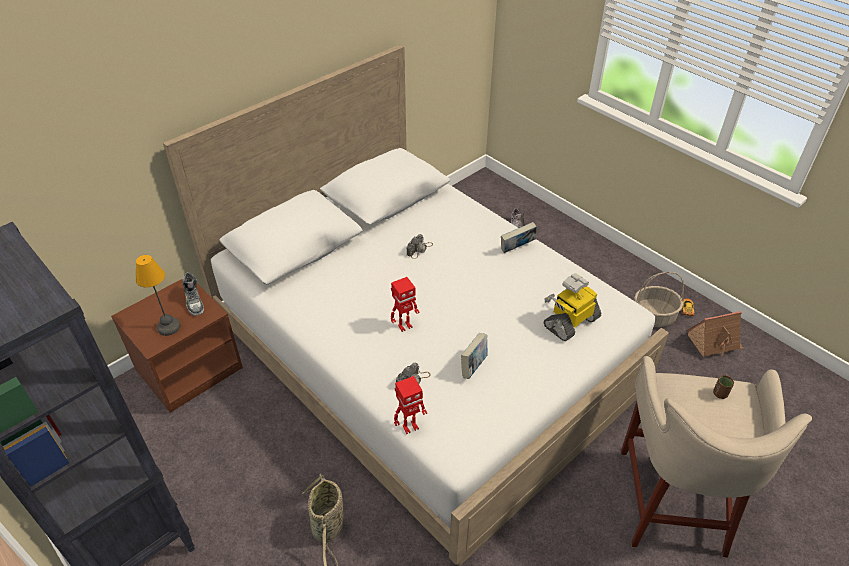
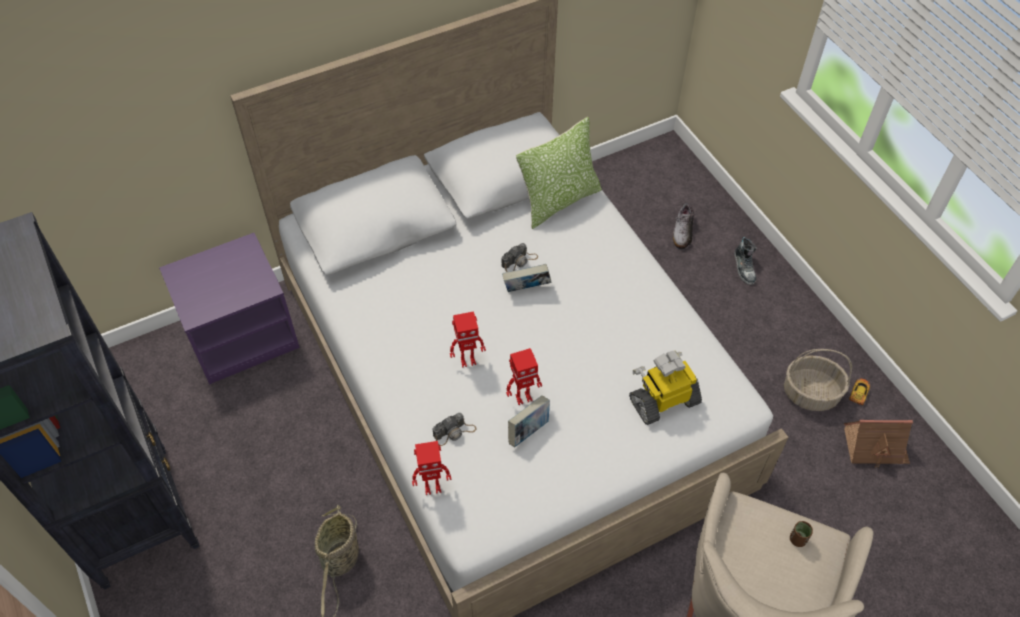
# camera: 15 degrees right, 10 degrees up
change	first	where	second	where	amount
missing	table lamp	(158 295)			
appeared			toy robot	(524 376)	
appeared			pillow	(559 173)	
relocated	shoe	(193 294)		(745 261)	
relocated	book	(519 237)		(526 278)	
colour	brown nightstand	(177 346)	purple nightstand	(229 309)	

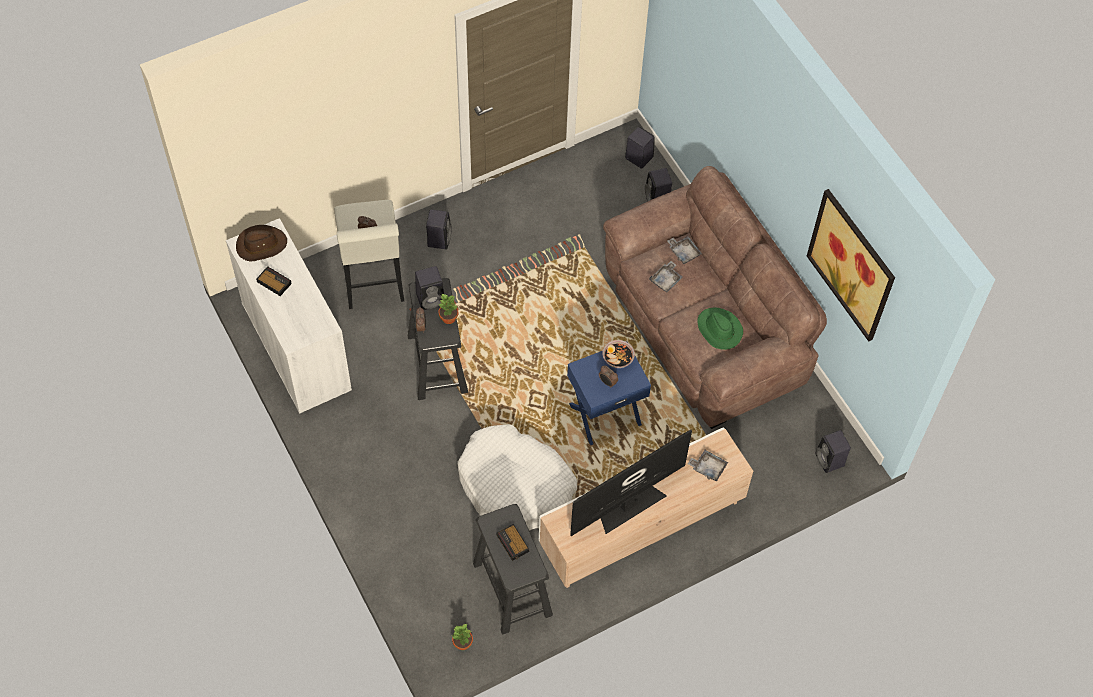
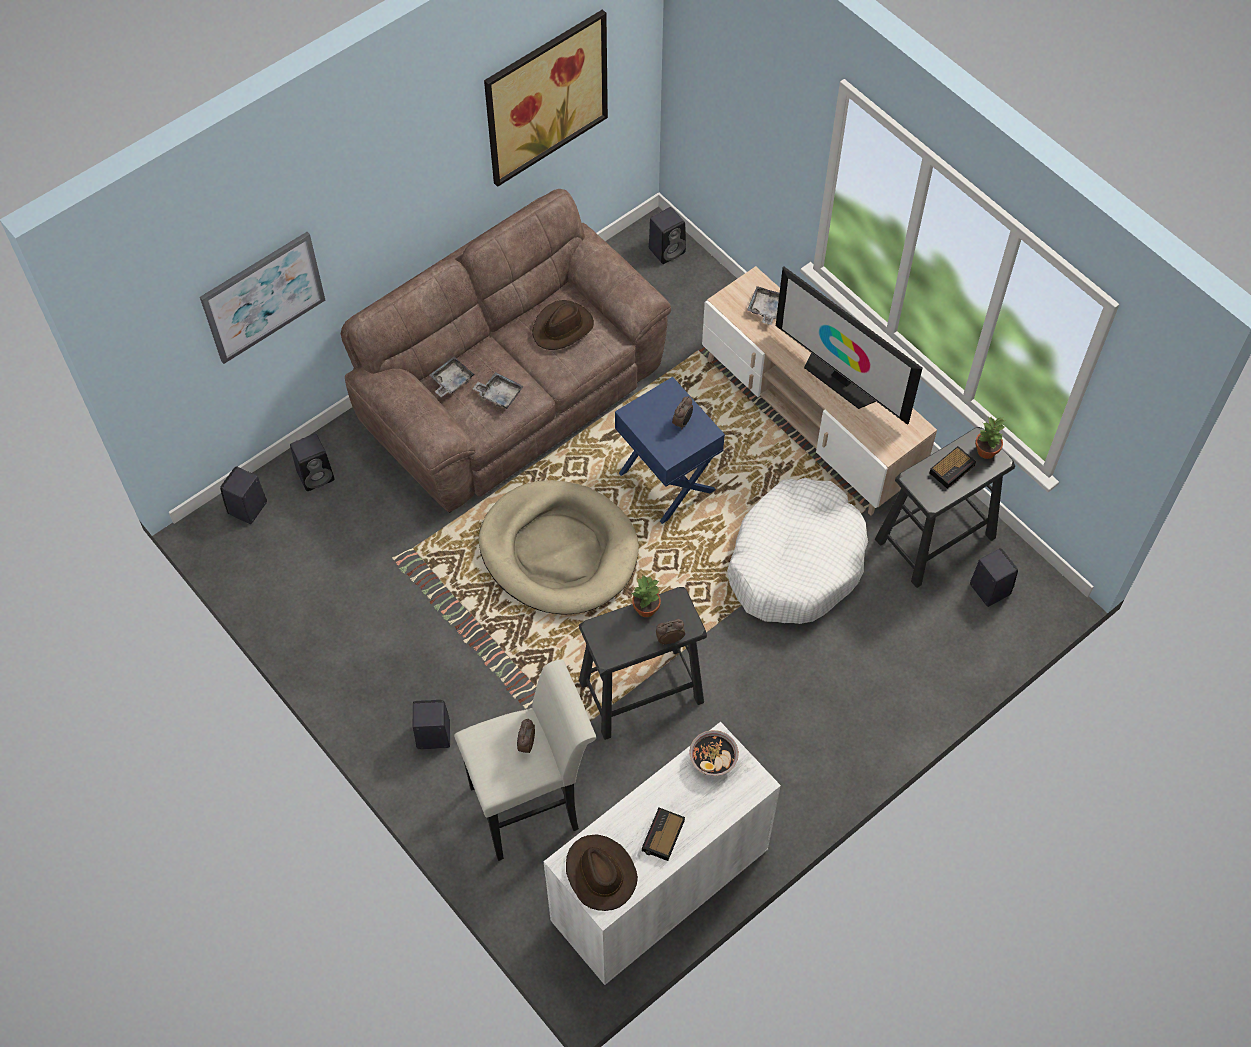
# camera: 100 degrees left, 0 degrees up
change	first	where	second	where	amount
appeared			picture	(262 298)	
appeared			beige dog bed	(559 547)	
relocated	black speaker	(429 288)		(994 577)	
relocated	potted plant	(462 636)		(989 438)	
relocated	bowl	(619 354)		(714 753)	
colour	green hat	(720 328)	brown hat	(563 325)	

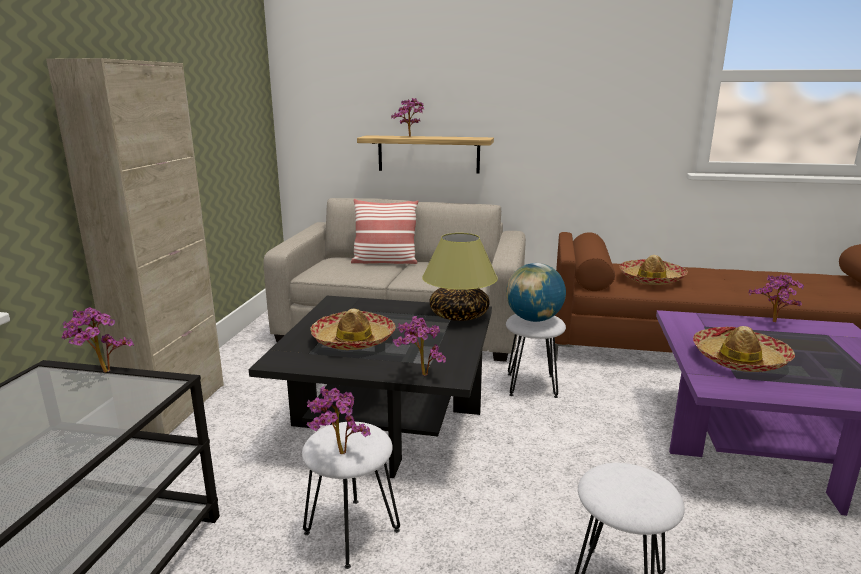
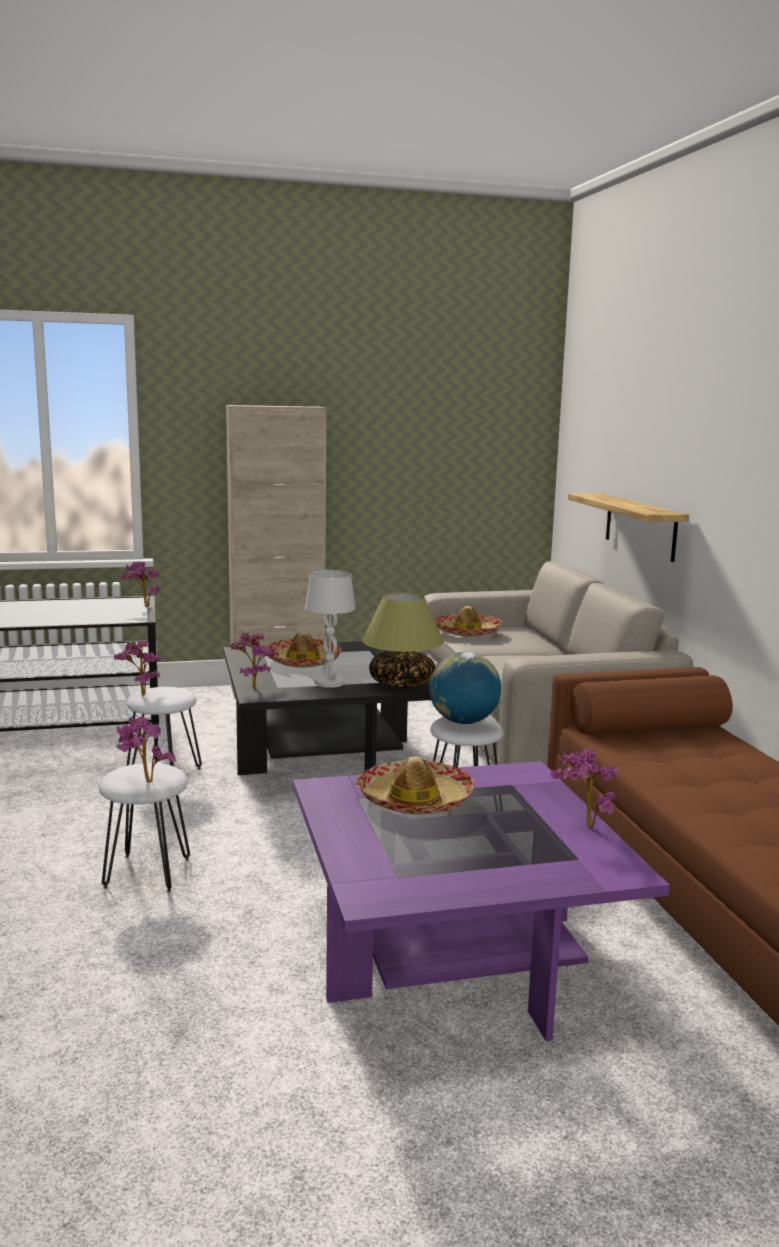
# camera: 65 degrees right, 5 degrees down
change	first	where	second	where	amount
missing	pillow	(384 231)			
appeared			white table lamp	(330 629)	
relocated	potted plant	(407 117)		(146 750)	
relocated	hat	(654 270)		(468 621)	

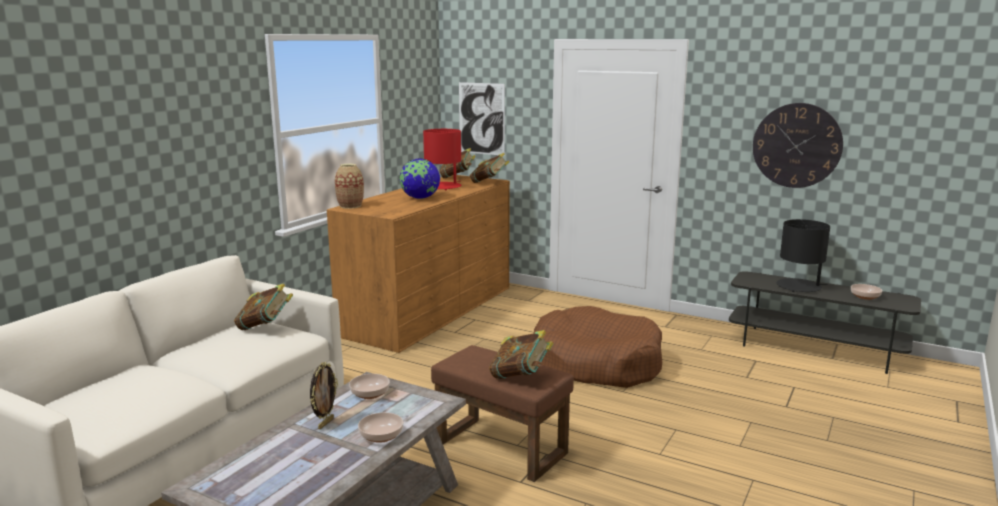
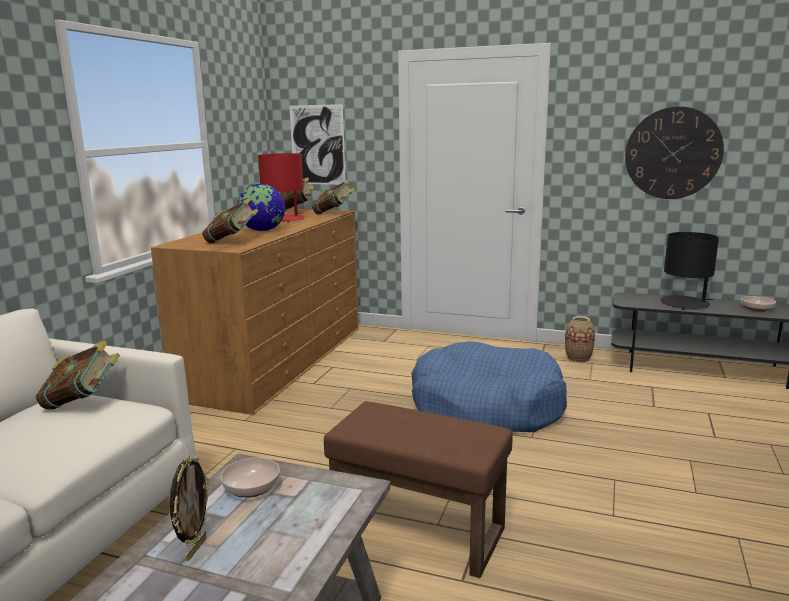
# camera: 10 degrees left, 0 degrees up
change	first	where	second	where	amount
missing	bowl	(380 427)			
relocated	vase	(349 186)		(580 339)	
relocated	book	(521 354)		(230 221)	
colour	brown dog bed	(598 347)	blue dog bed	(489 386)	

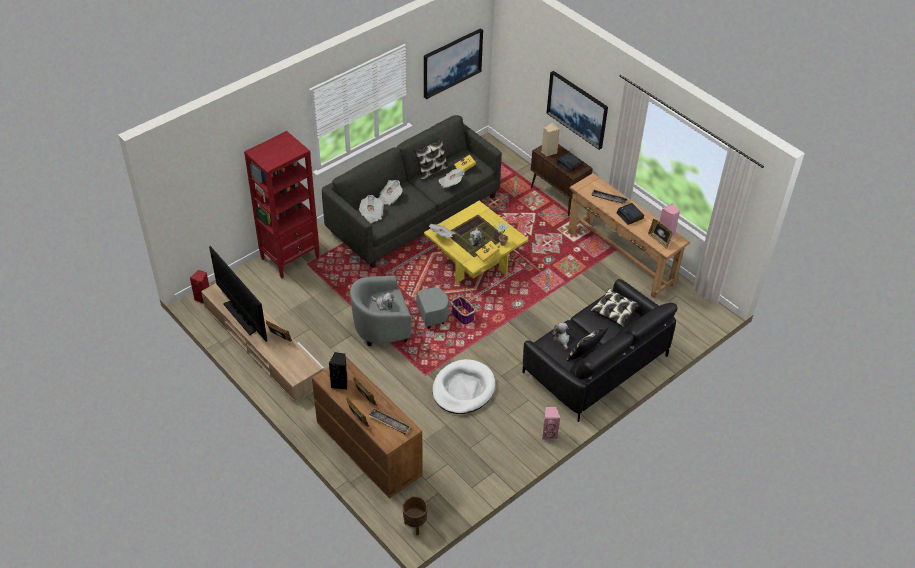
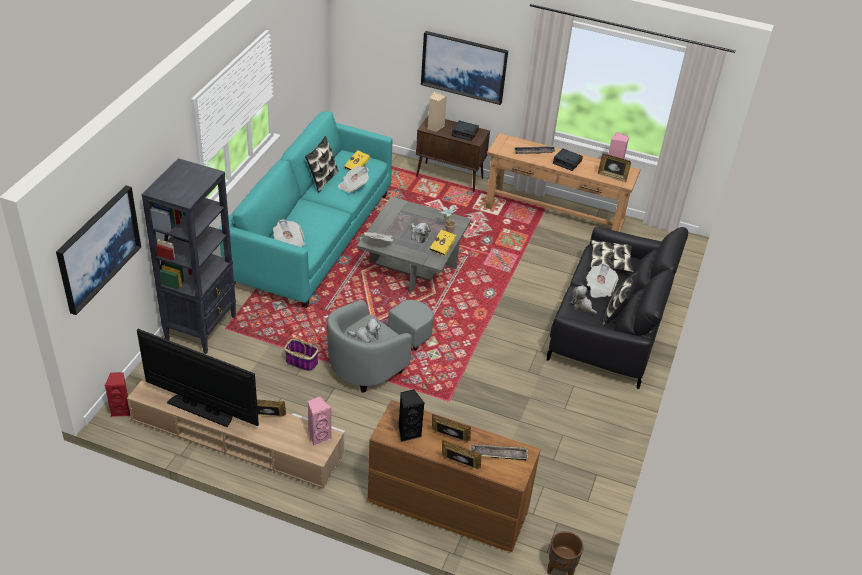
# camera: 30 degrees left, 5 degrees down
change	first	where	second	where	amount
missing	white dog bed	(463 386)			
relocated	newspaper	(391 192)		(602 281)	
relocated	picture	(453 63)		(98 250)	
relocated	basket	(463 306)		(301 348)	
relocated	pink speaker	(551 423)		(320 421)	
colour	red bookcase	(282 204)	black bookcase	(188 256)	
colour	grey sofa	(412 191)	turquoise sofa	(305 209)	
colour	yellow coffee table	(476 242)	grey coffee table	(414 245)	

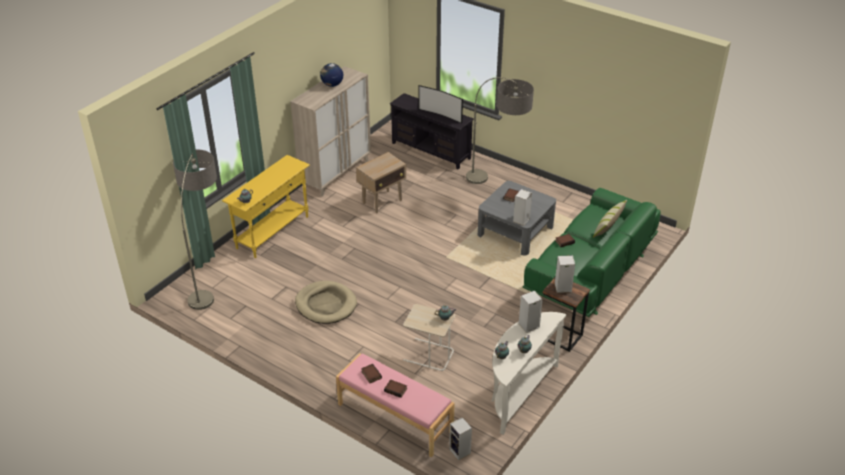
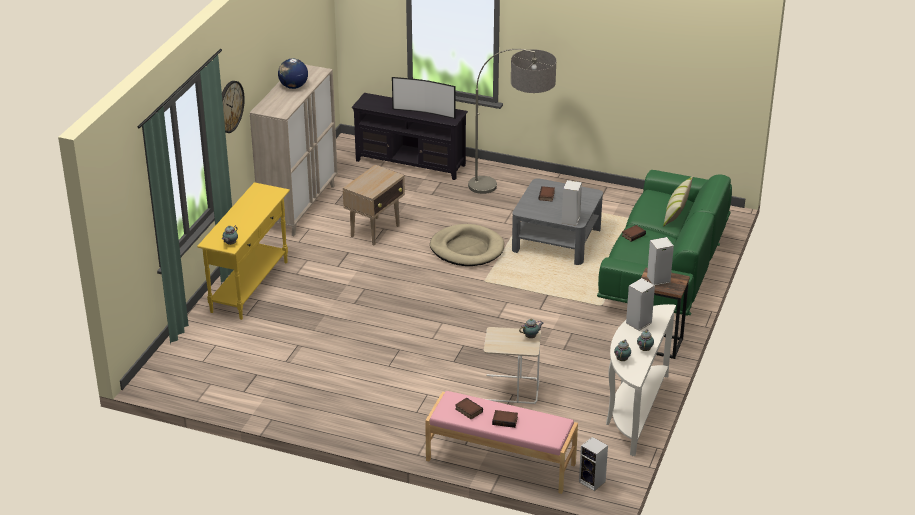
# camera: 15 degrees left, 5 degrees down
change	first	where	second	where	amount
missing	floor lamp	(195 230)			
appeared			wall clock	(233 107)	
relocated	beige dog bed	(326 302)		(467 245)	

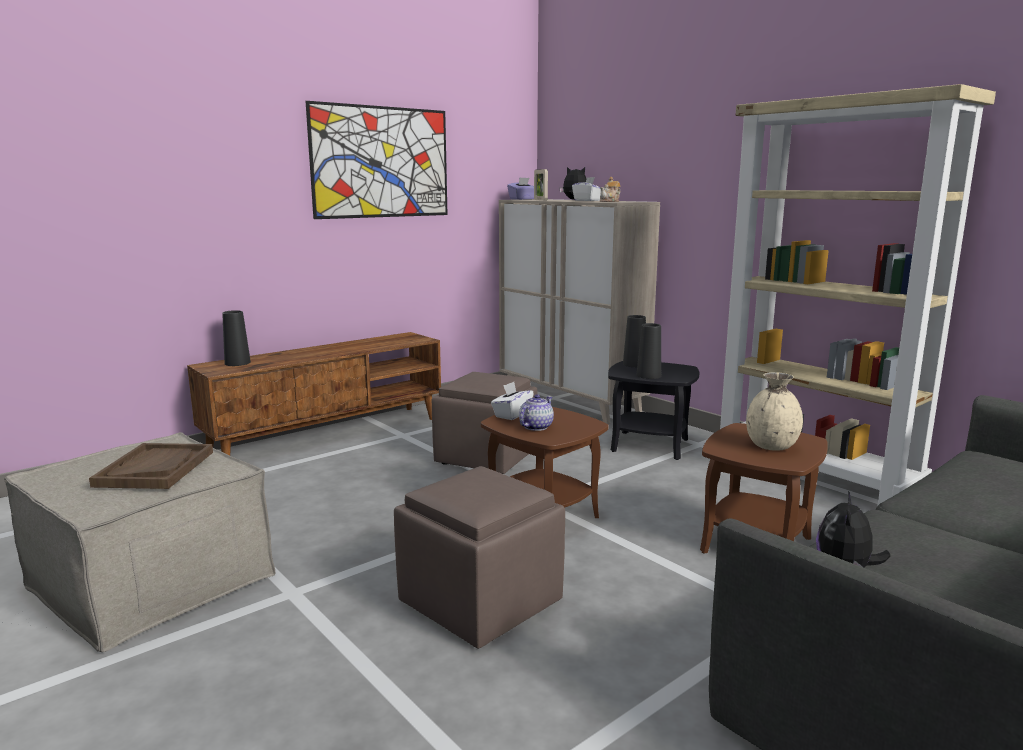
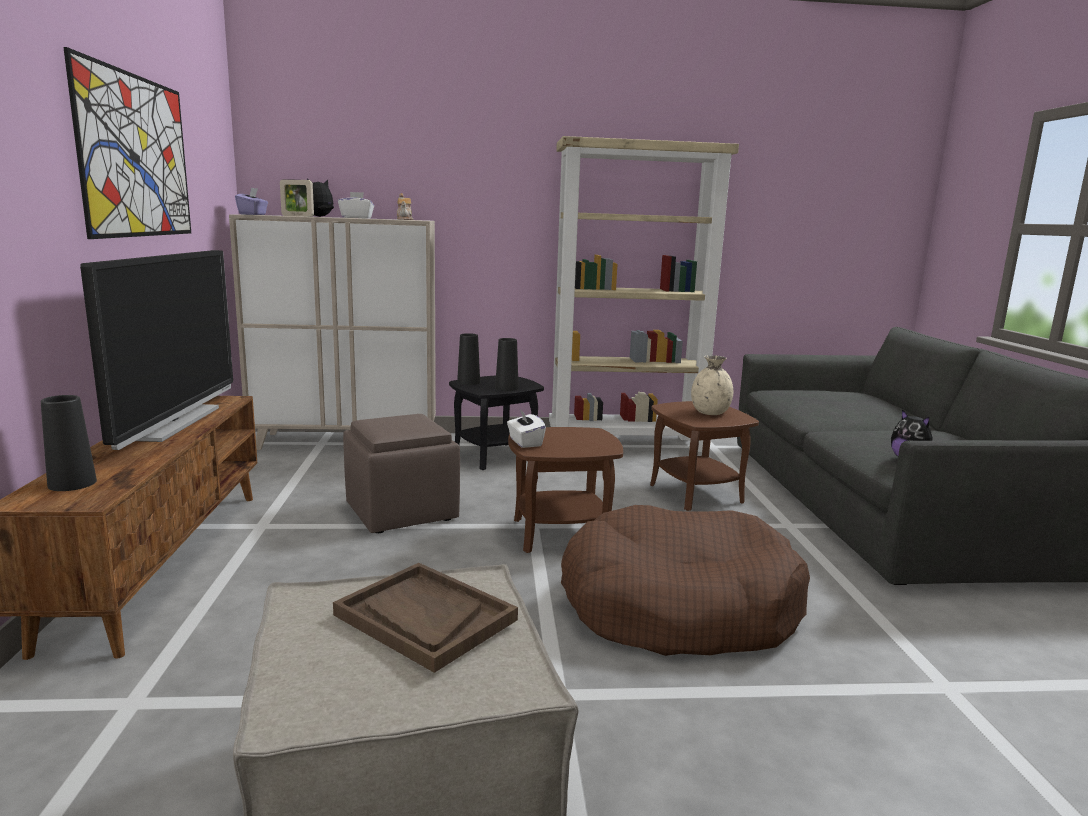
# camera: 55 degrees left, 0 degrees up
change	first	where	second	where	amount
missing	teapot	(536 412)			
appeared			television	(156 350)	
exchanged	brown ottoman	(479 557)	brown dog bed	(685 580)	

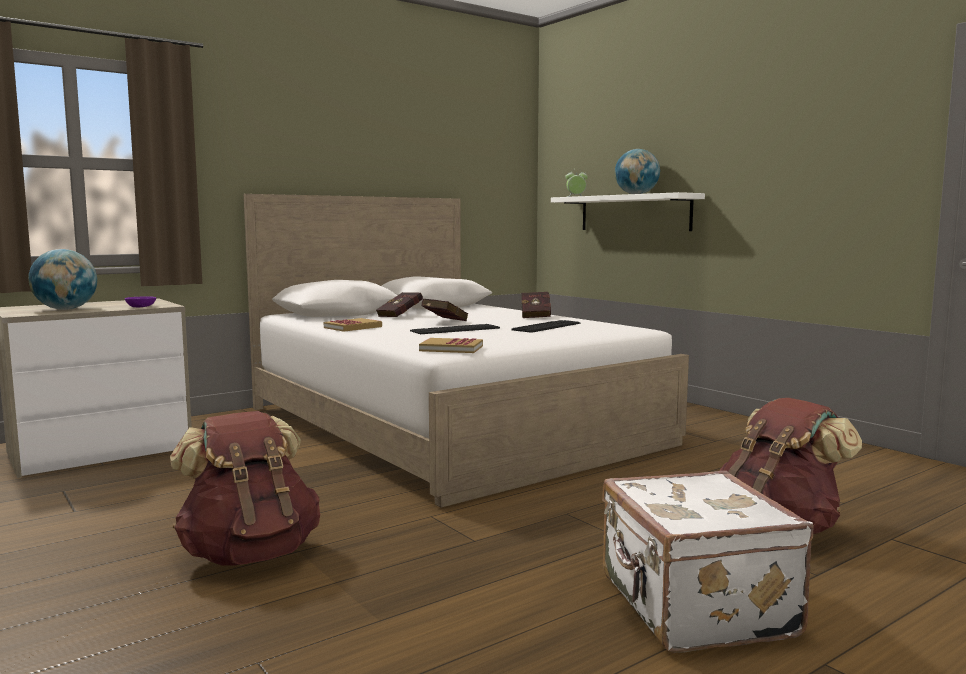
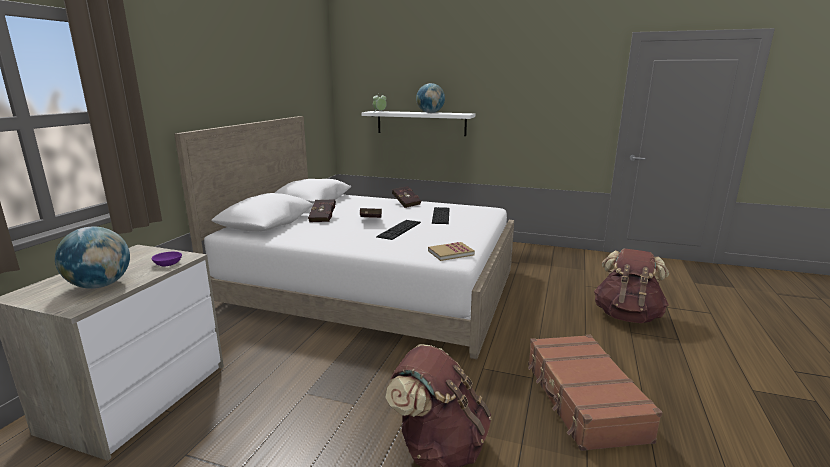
# camera: 35 degrees left, 10 degrees up
change	first	where	second	where	amount
missing	book	(353 325)			
missing	white suitcase	(707 562)			
appeared			brown suitcase	(595 392)	

